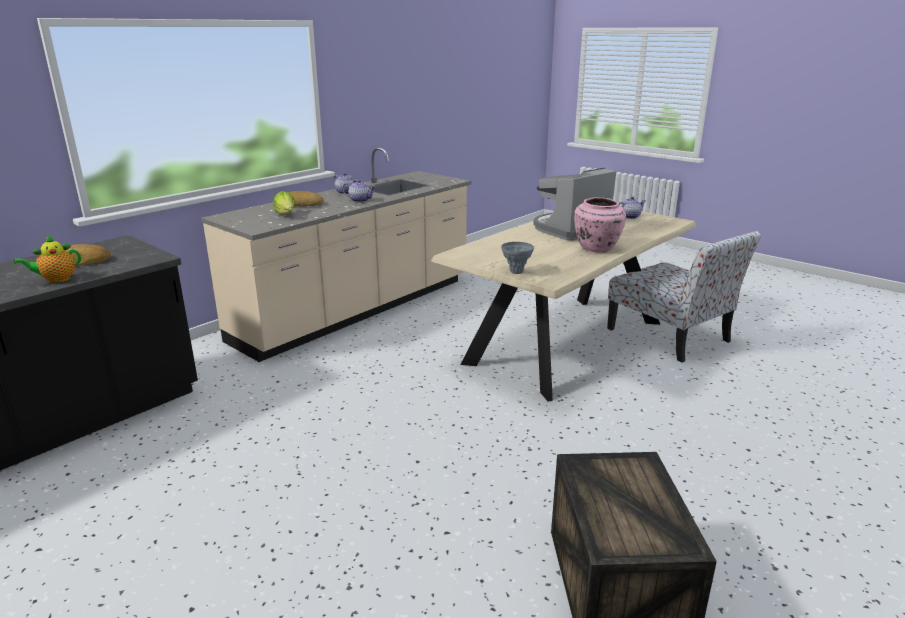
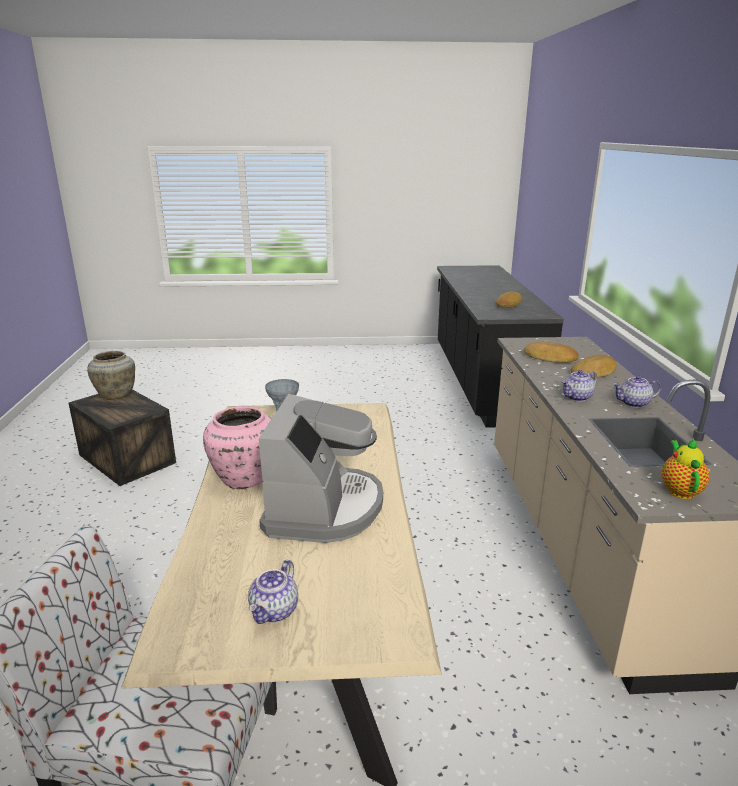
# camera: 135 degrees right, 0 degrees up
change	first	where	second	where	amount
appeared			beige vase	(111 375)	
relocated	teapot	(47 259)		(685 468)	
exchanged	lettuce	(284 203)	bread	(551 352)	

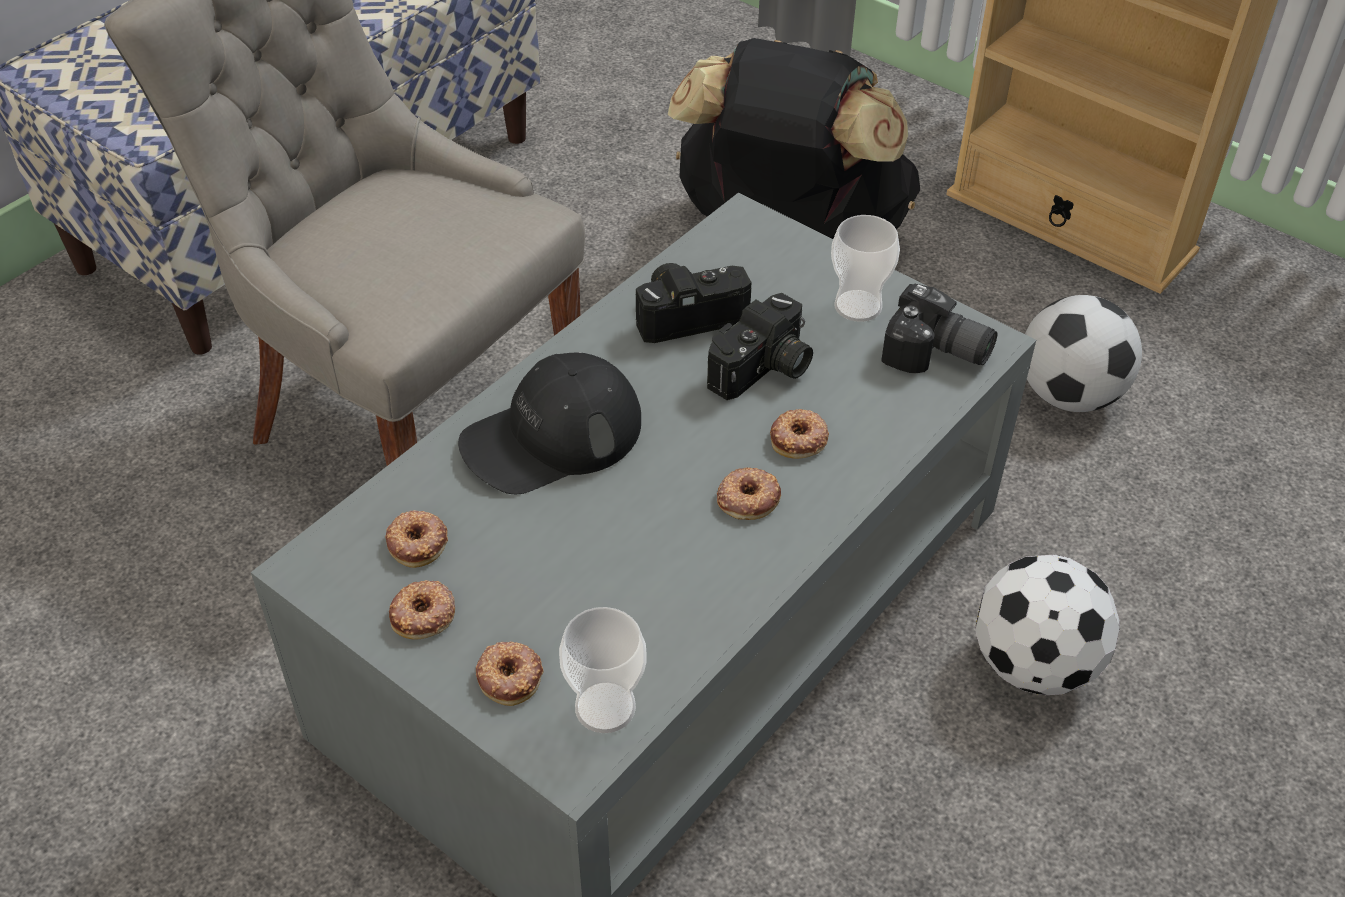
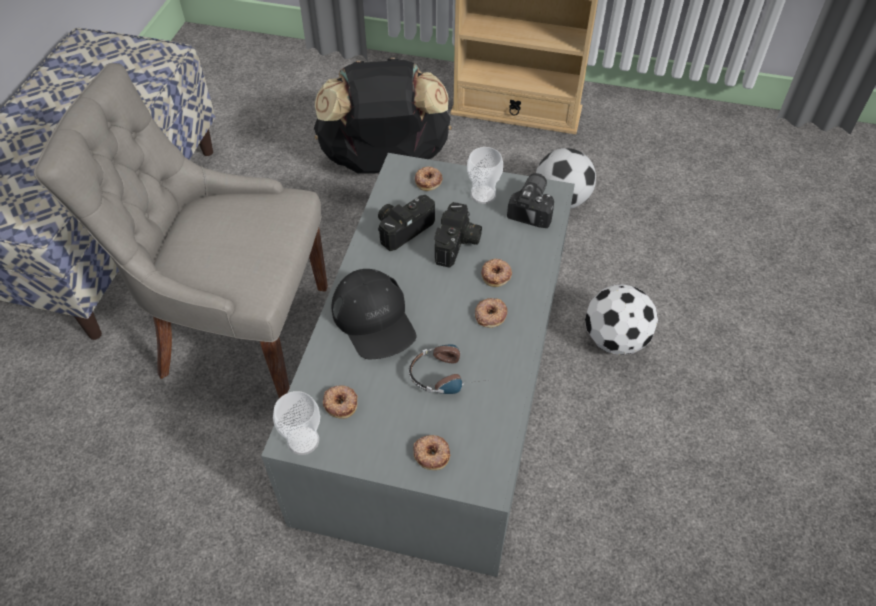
# camera: 25 degrees left, 5 degrees up
change	first	where	second	where	amount
appeared			headphones	(444 369)	
relocated	donut	(422 610)		(429 178)	
relocated	cup	(602 670)		(296 423)	
spun	black cap	(549 423)		(373 314)	60 degrees counterclockwise
spun	photo camera	(939 328)		(530 200)	75 degrees counterclockwise

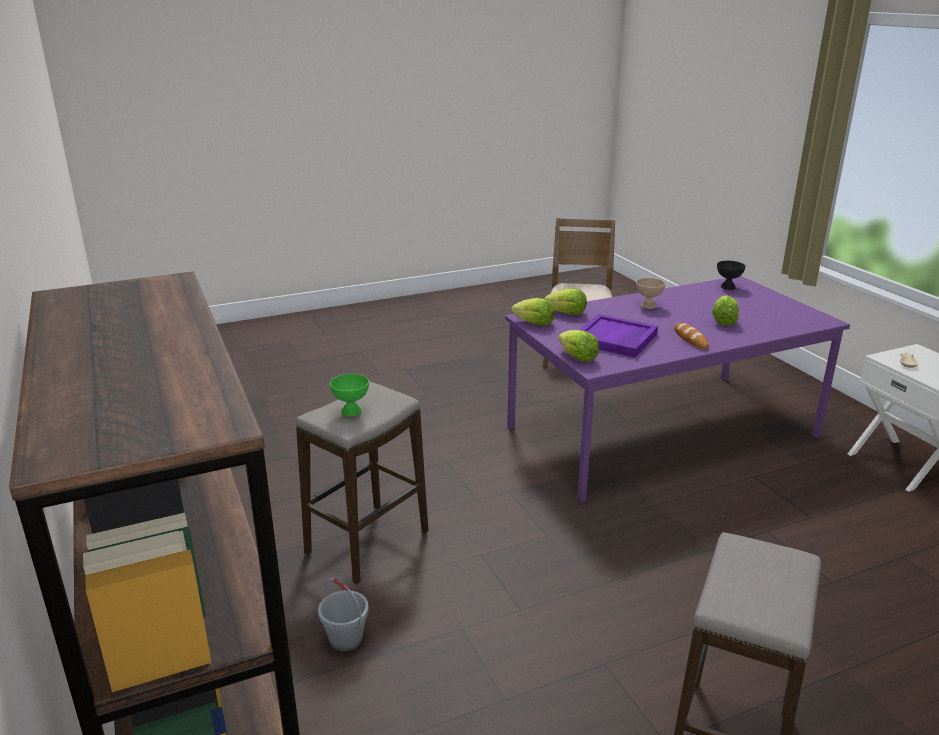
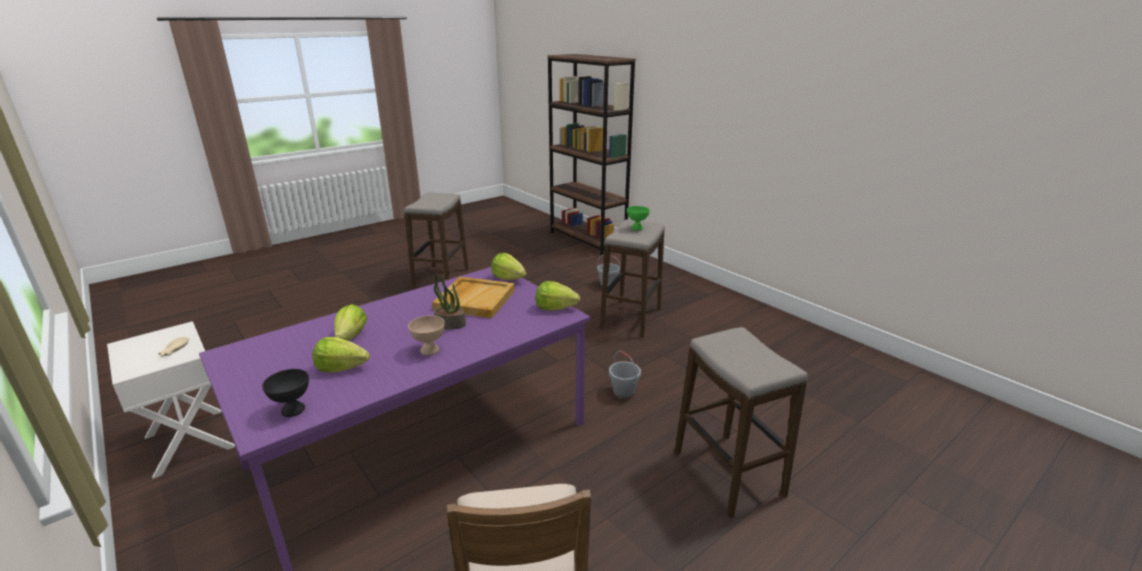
# camera: 165 degrees right, 0 degrees up
change	first	where	second	where	amount
missing	bread	(691 336)			
appeared			potted plant	(450 301)	
appeared			grey bucket	(625 375)	
appeared			stool	(740 422)	
relocated	lettuce	(565 301)		(341 354)	
colour	purple tray	(619 336)	beige tray	(473 297)	

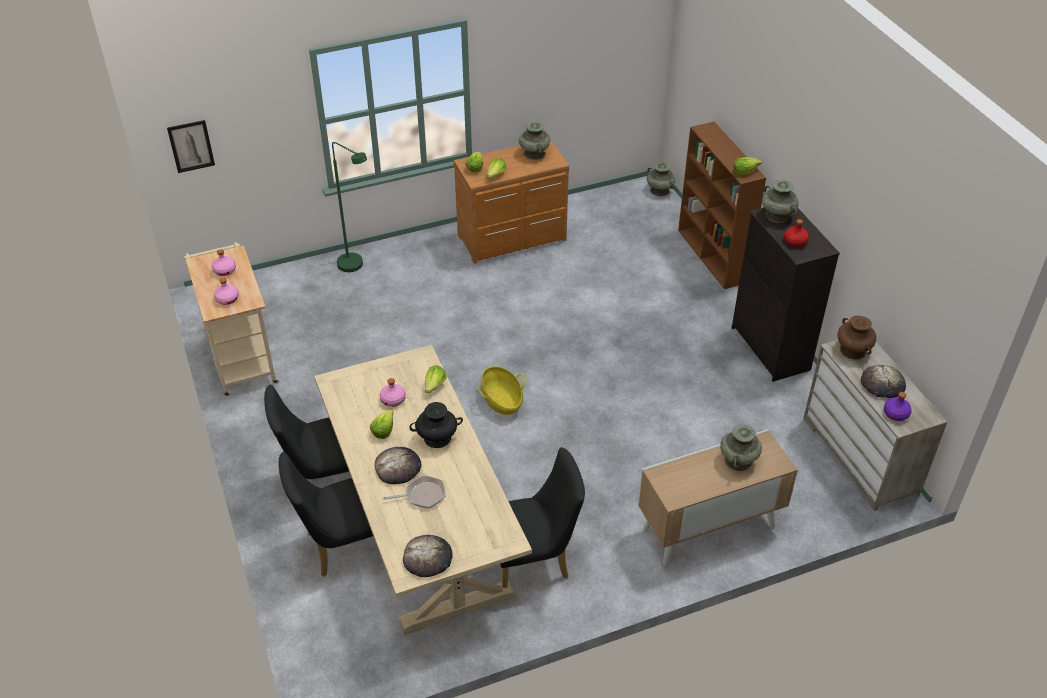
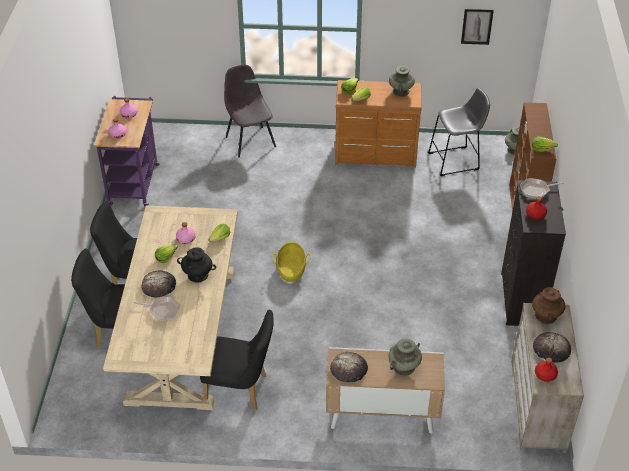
# camera: 25 degrees right, 0 degrees up
change	first	where	second	where	amount
appeared			grey stool	(459 132)	
relocated	picture	(191 146)		(477 27)	
relocated	bread	(428 556)		(349 367)	
exchanged	green floor lamp	(349 207)	grey chair	(250 111)	
exchanged	turquoise vase	(780 201)	frying pan	(542 188)	
colour	beige cart	(231 319)	purple cart	(127 151)	
colour	purple bottle	(898 406)	red bottle	(546 369)	

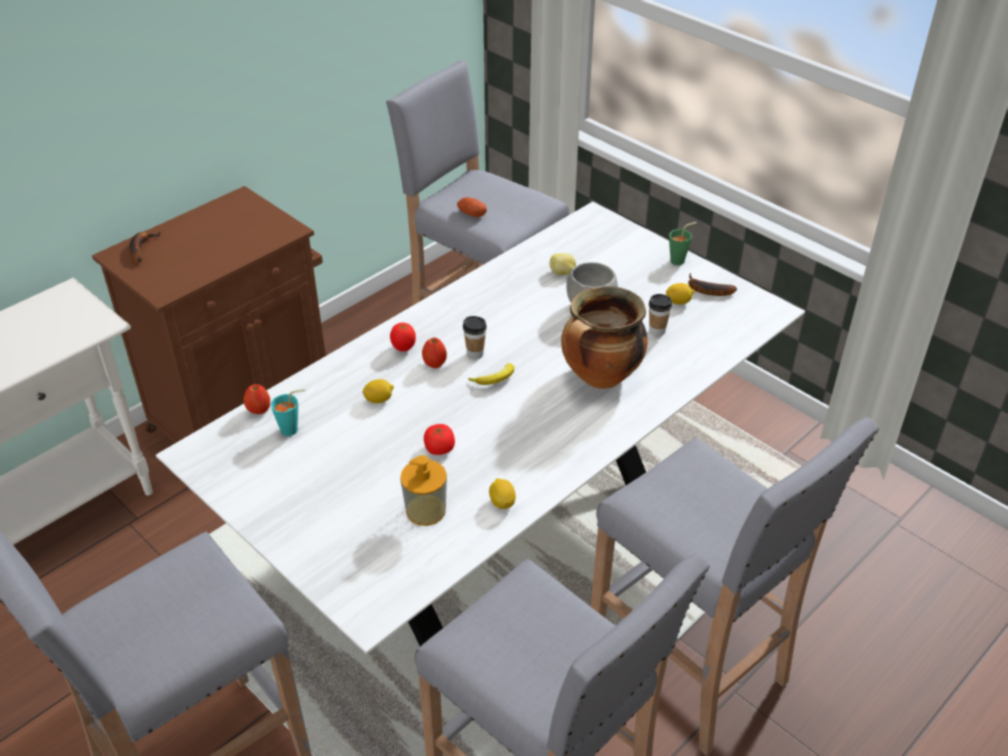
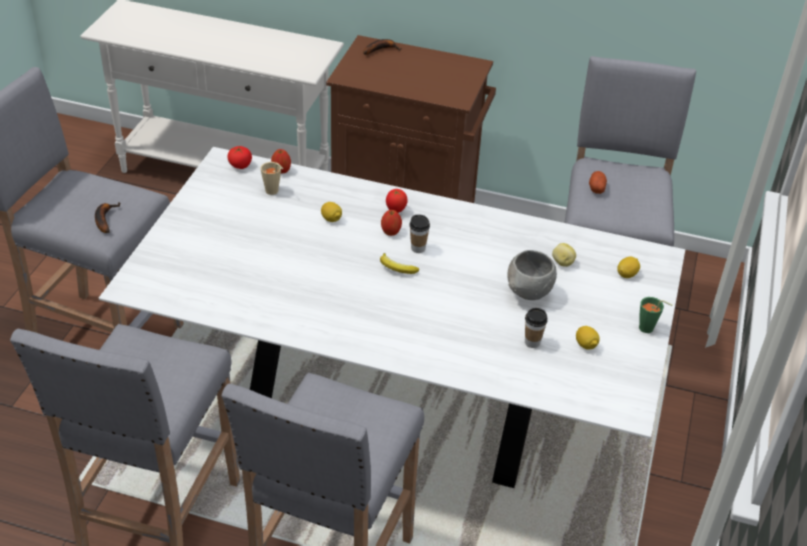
# camera: 60 degrees right, 0 degrees up
change	first	where	second	where	amount
missing	soap dispenser	(423 490)			
missing	cooking pot	(604 337)			
relocated	tomato	(439 439)		(239 157)	
relocated	lemon	(502 493)		(628 267)	
relocated	banana	(712 284)		(108 217)	
colour	turquoise cup	(288 412)	beige cup	(271 178)	

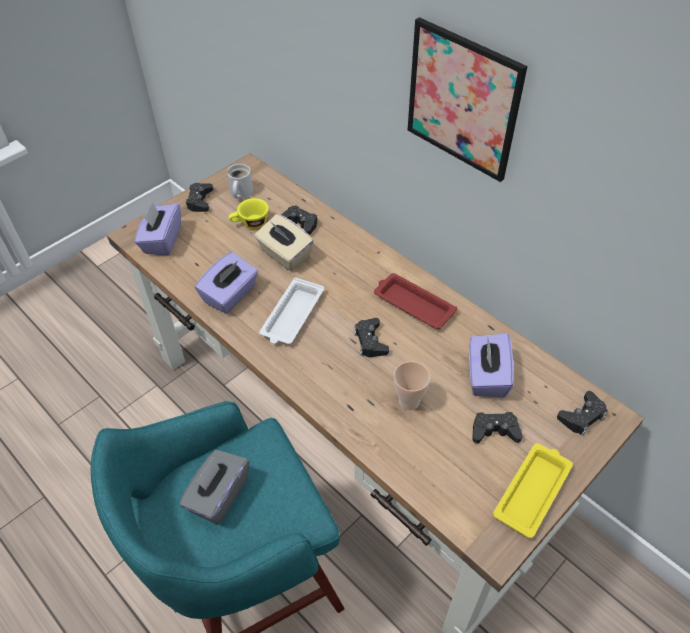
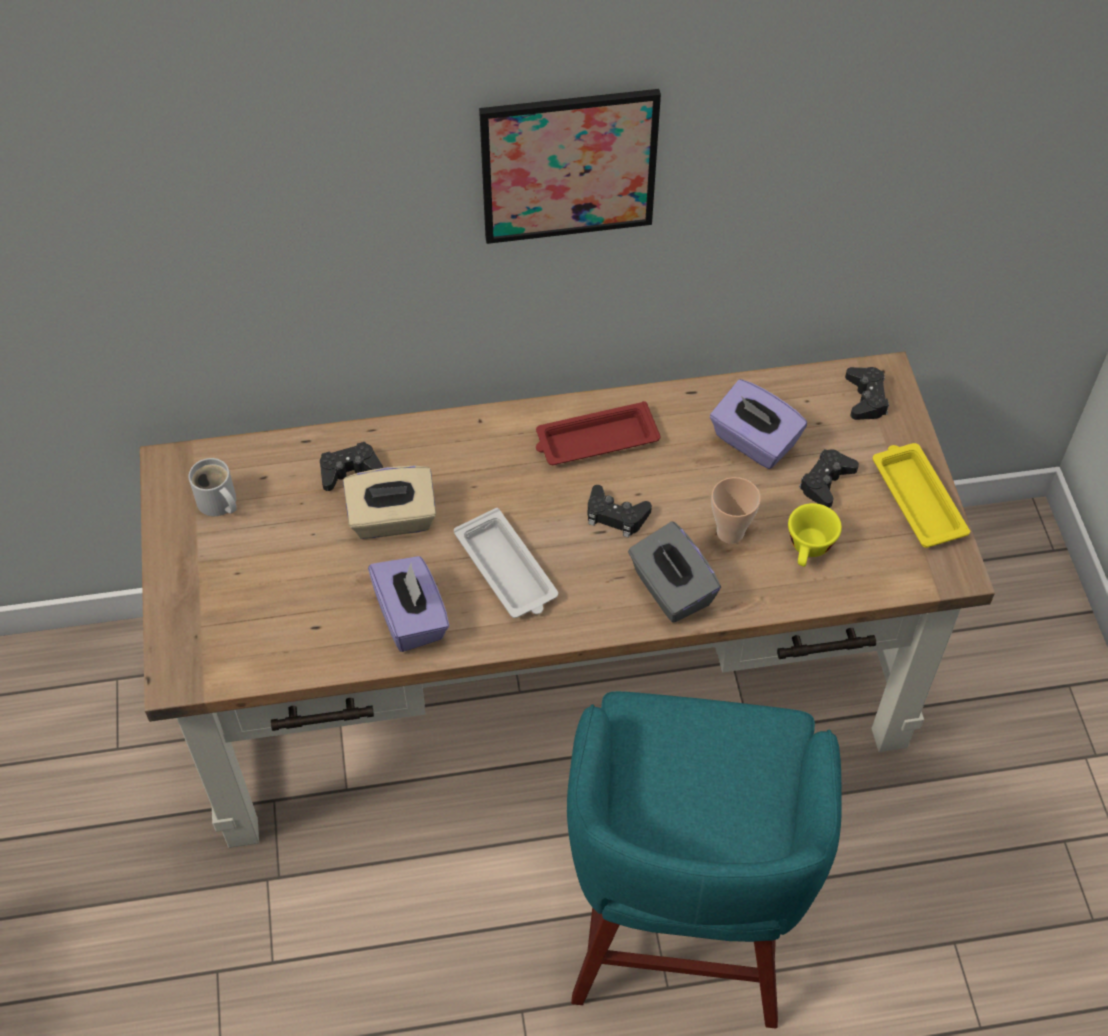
# camera: 55 degrees left, 5 degrees up
change	first	where	second	where	amount
missing	purple tissue box	(157 229)			
missing	black game controller	(199 197)			
relocated	grey tissue box	(214 487)		(674 571)	
relocated	yellow cup	(249 213)		(815 535)	

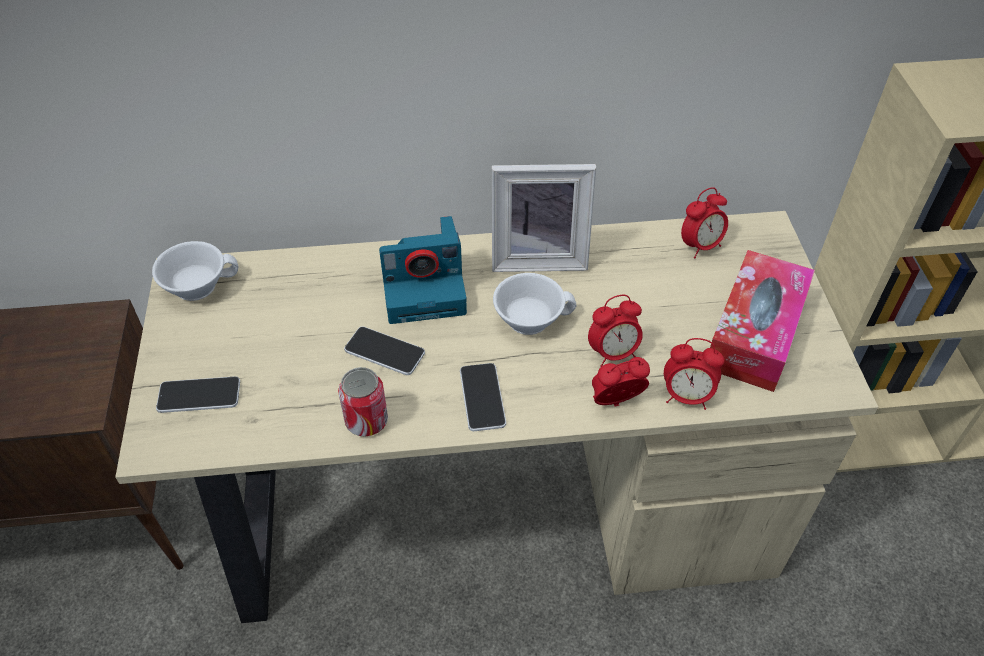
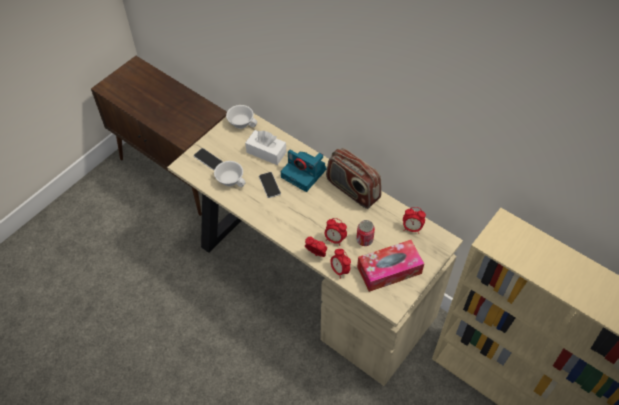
# camera: 45 degrees right, 5 degrees up
change	first	where	second	where	amount
missing	phone	(483 397)			
appeared			white tissue box	(265 147)	
relocated	can	(363 402)		(365 233)	
relocated	white cup	(534 304)		(230 174)	
exchanged	picture frame	(544 218)	radio	(354 178)	

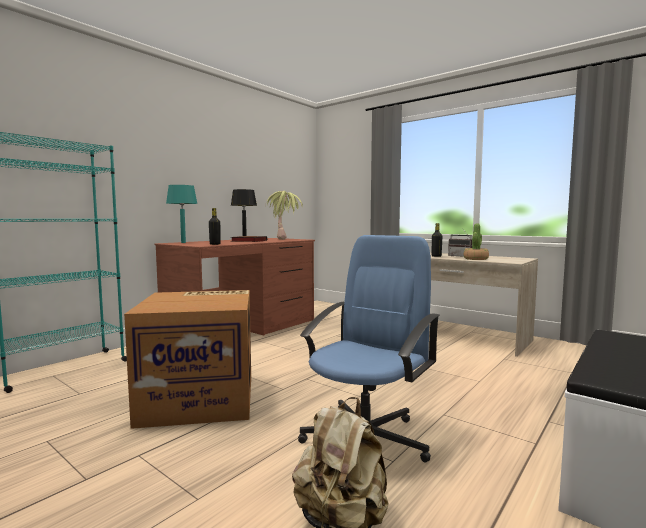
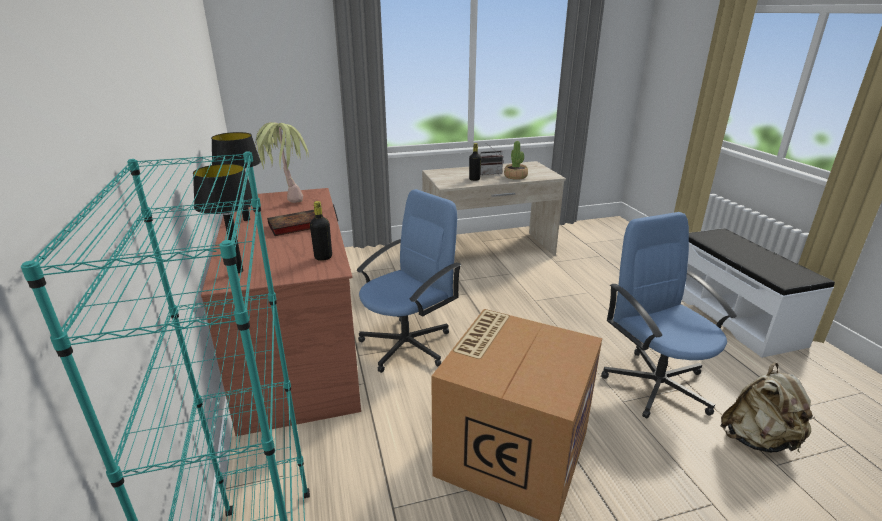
# camera: 55 degrees left, 20 degrees up
change	first	where	second	where	amount
appeared			blue office chair	(409 281)	
colour	turquoise table lamp	(182 214)	black table lamp	(222 218)	

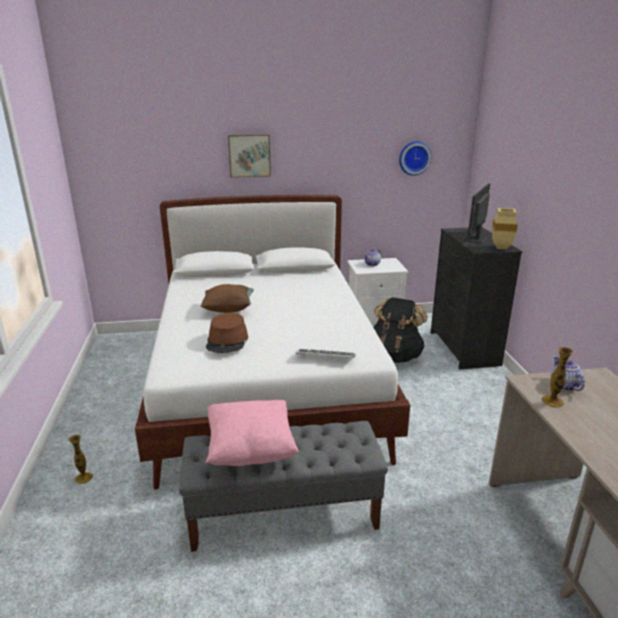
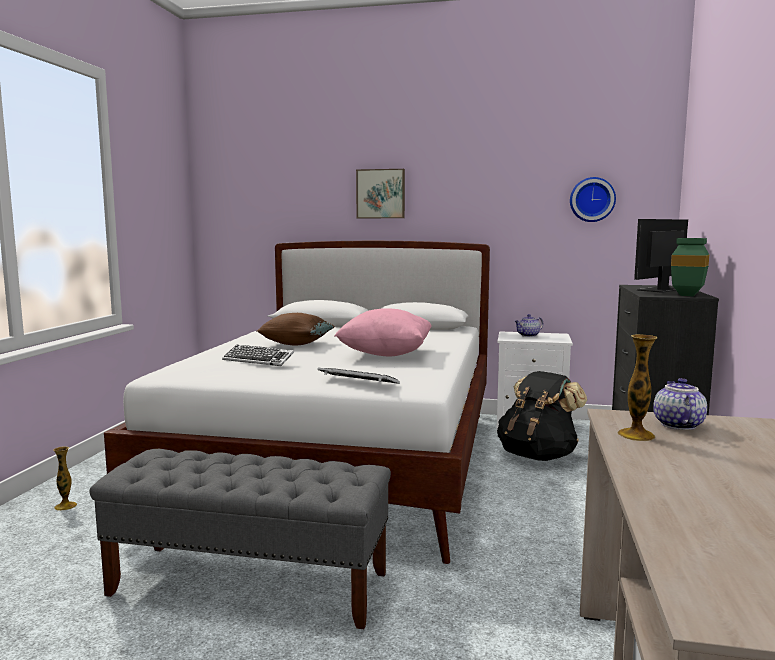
# camera: 20 degrees right, 15 degrees down
change	first	where	second	where	amount
relocated	pink pillow	(252 433)		(383 332)	
exchanged	brown hat	(227 333)	keyboard	(258 355)	
colour	beige vase	(505 229)	green vase	(690 267)	

